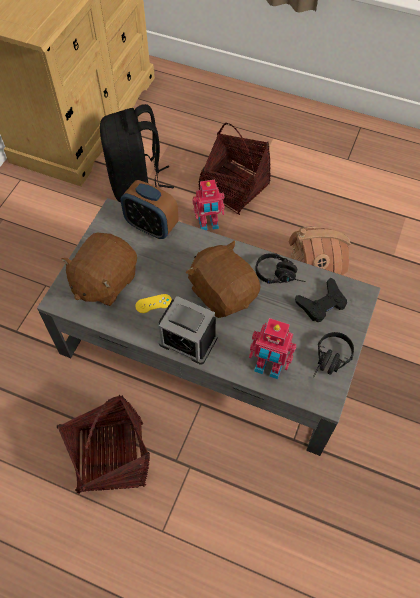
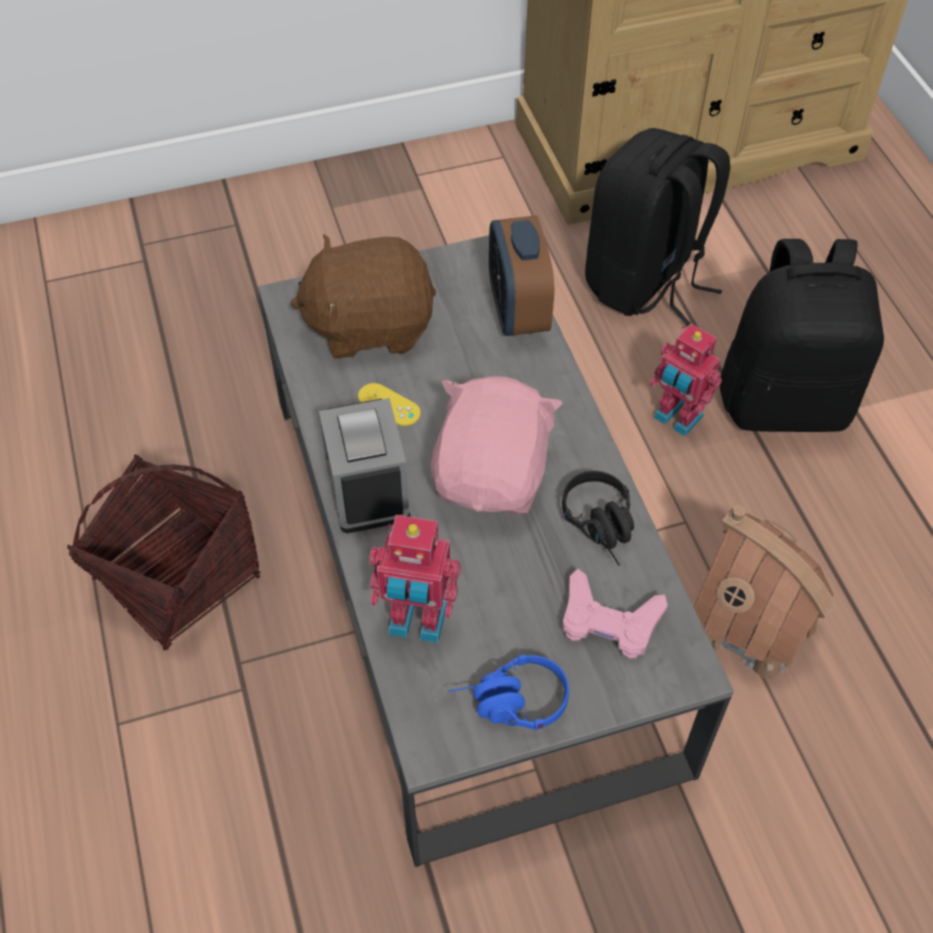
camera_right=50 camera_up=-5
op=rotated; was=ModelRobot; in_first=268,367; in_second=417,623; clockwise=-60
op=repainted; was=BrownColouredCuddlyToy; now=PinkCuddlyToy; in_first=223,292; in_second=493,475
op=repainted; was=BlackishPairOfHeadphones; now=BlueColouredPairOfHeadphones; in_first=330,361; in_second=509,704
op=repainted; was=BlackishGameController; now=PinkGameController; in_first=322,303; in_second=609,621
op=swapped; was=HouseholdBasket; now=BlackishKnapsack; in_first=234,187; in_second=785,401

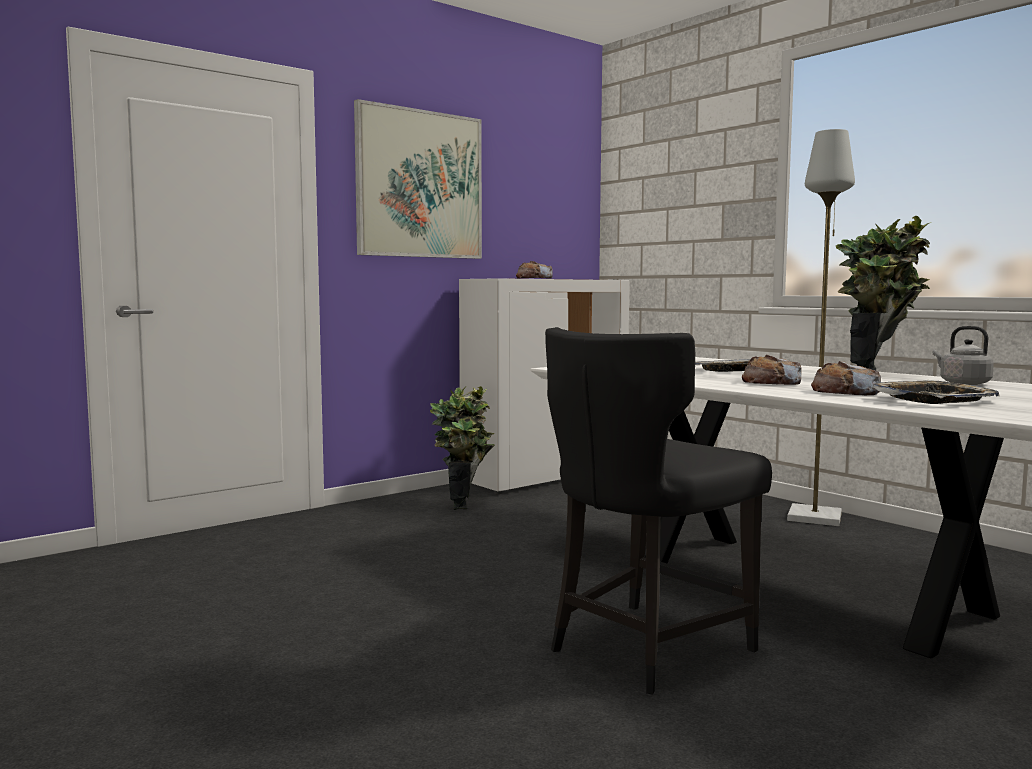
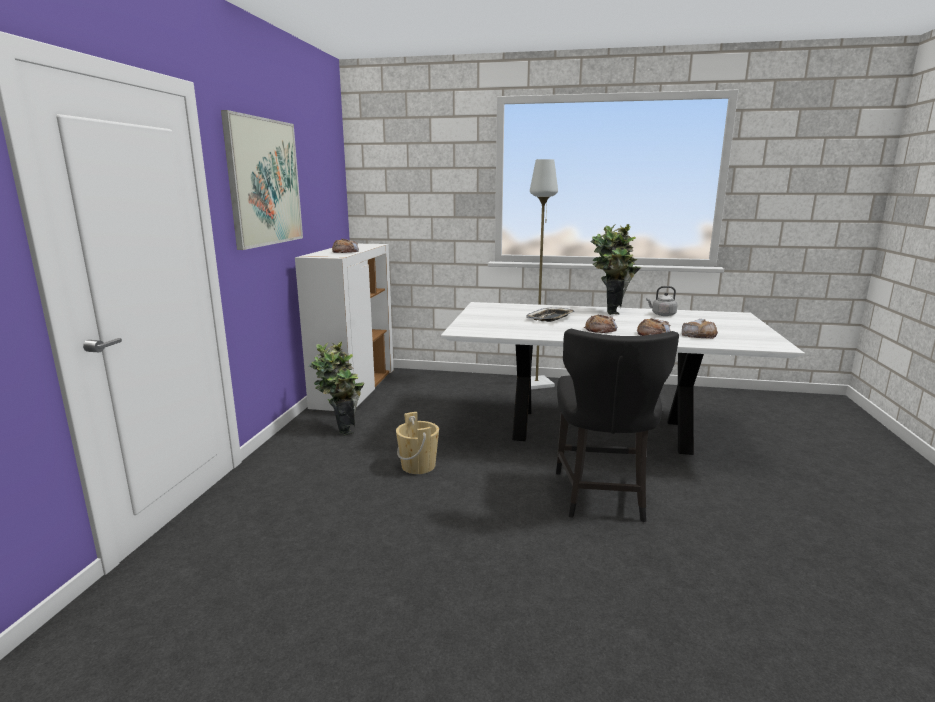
camera_right=-40 camera_up=10
op=new; now=SandColouredWaterBucket; in_second=418,466
op=swapped; was=Tray; now=Bread; in_first=933,400; in_second=698,335

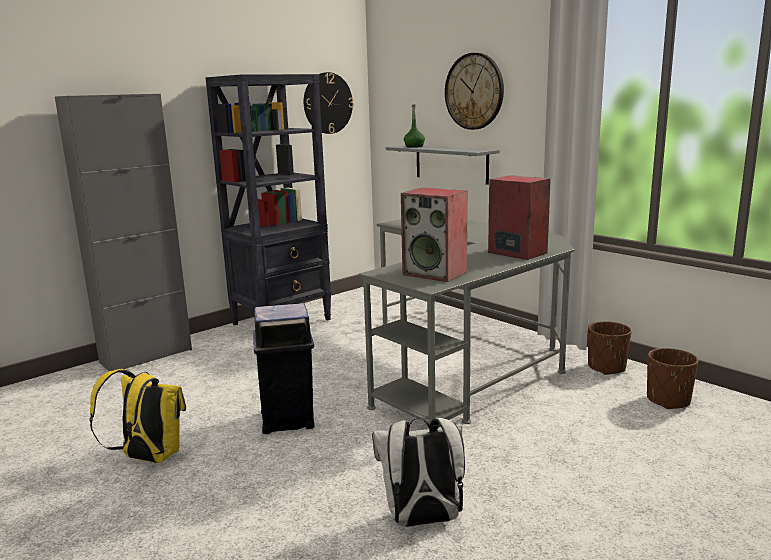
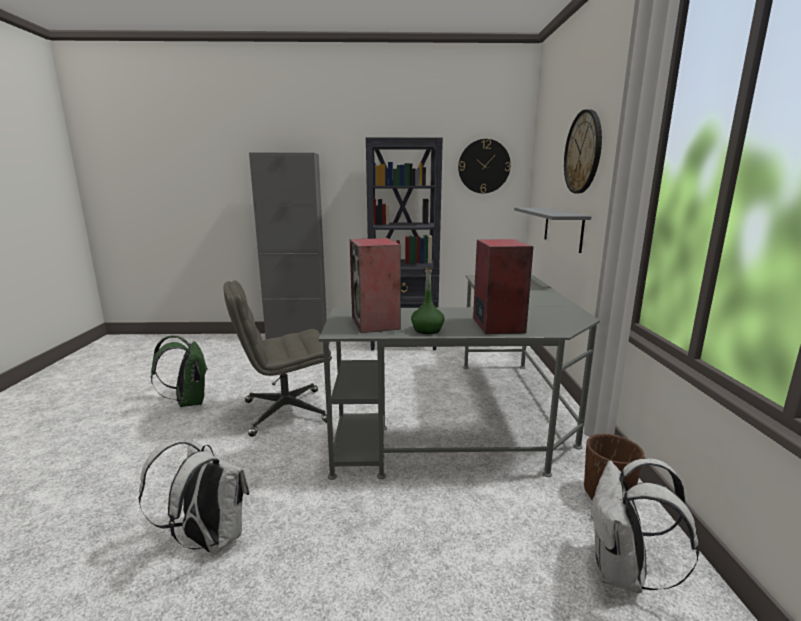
camera_right=40 camera_up=0
op=repainted; was=YellowColouredKnapsack; now=GreenKnapsack; in_first=148,458; in_second=188,402
op=swapped; was=BlueColouredTrashCan; now=GreyDeskChair; in_first=288,419; in_second=285,412
op=shifted; was=GreenBottle; in_first=414,146; in_second=427,330
op=swapped; was=BrownColouredPlantPot; now=WhiteKnapsack; in_first=668,400; in_second=622,573

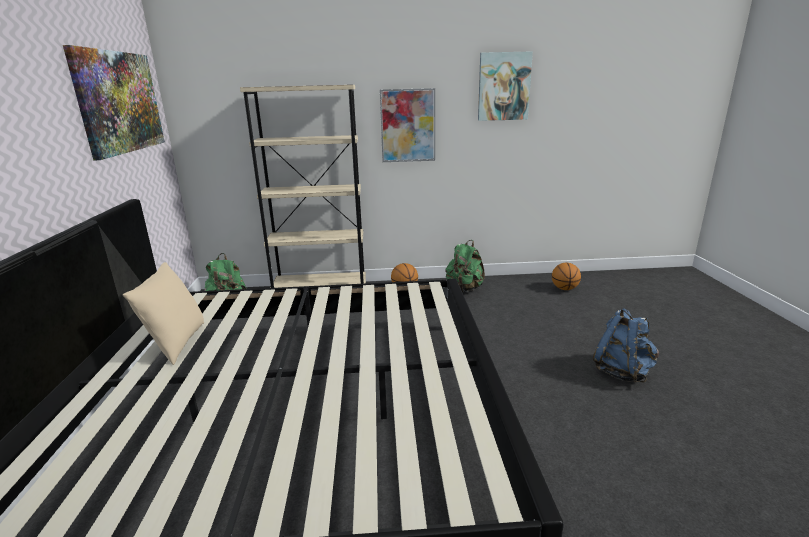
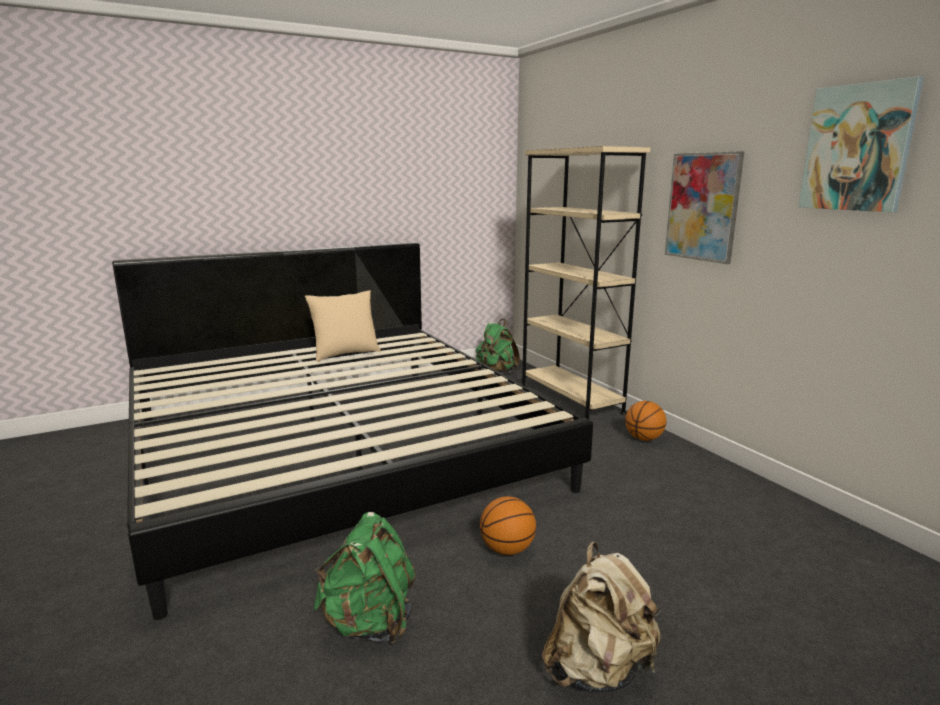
camera_right=65 camera_up=-5
op=shifted; was=GreenKnapsack; in_first=464,289; in_second=369,623
op=shifted; was=BallForBasketball; in_first=564,289; in_second=506,549
op=repainted; was=BlueColouredKnapsack; now=SandColouredKnapsack; in_first=622,372; in_second=598,670
op=gone; was=WallArt; in_first=119,102

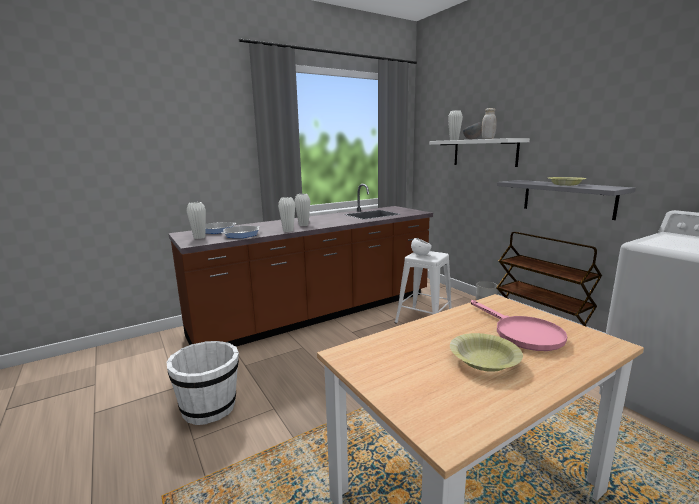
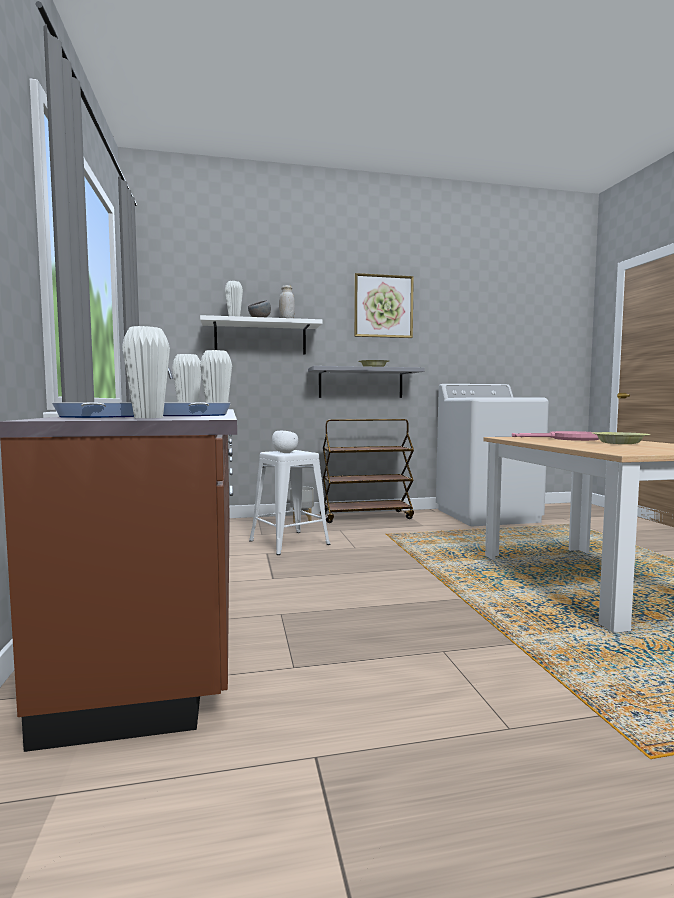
camera_right=-70 camera_up=-10
op=new; now=WallArt; in_second=383,306
op=gone; was=WhiteWaterBucket; in_first=210,407

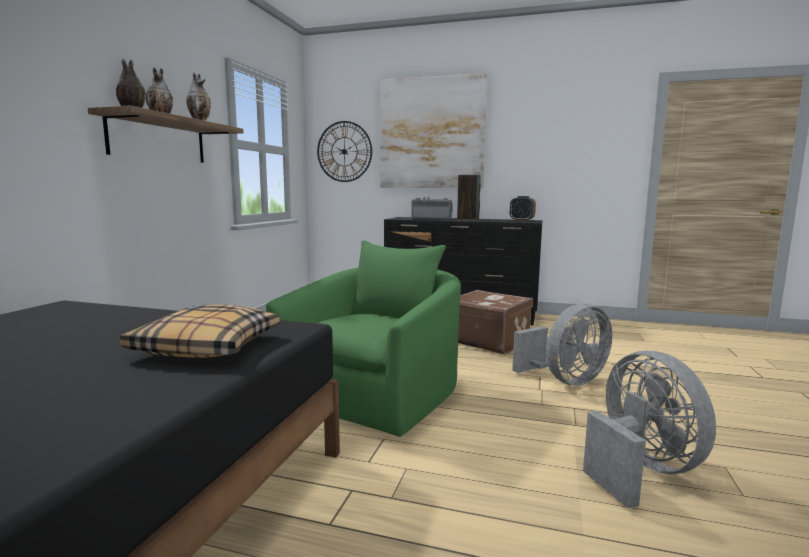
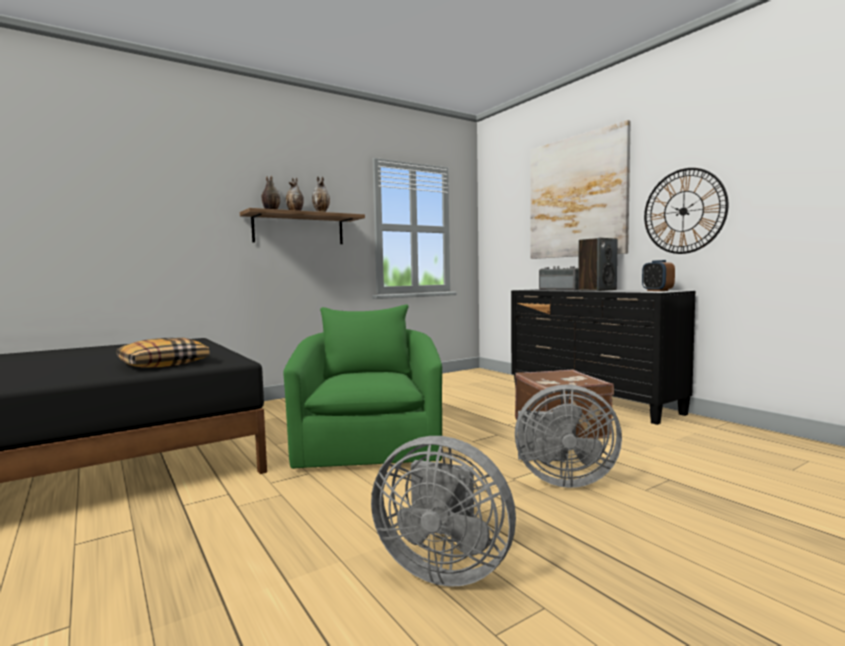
camera_right=40 camera_up=-5
op=rotated; was=GreenEasyChair; in_first=377,393; in_second=369,445; clockwise=-75
op=rotated; was=GreyFan; in_first=640,470; in_second=443,568; clockwise=90
op=shifted; was=WallClock; in_first=344,151; in_second=683,211

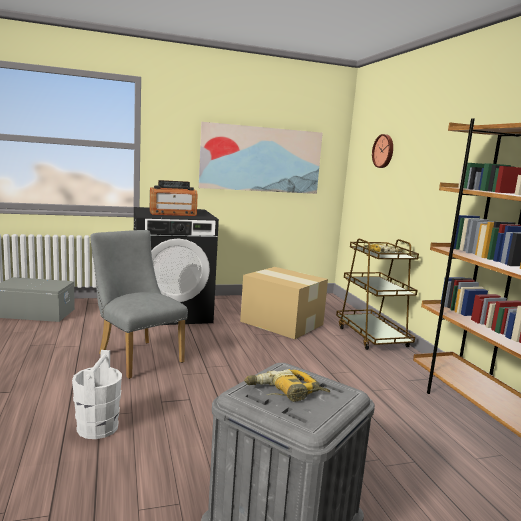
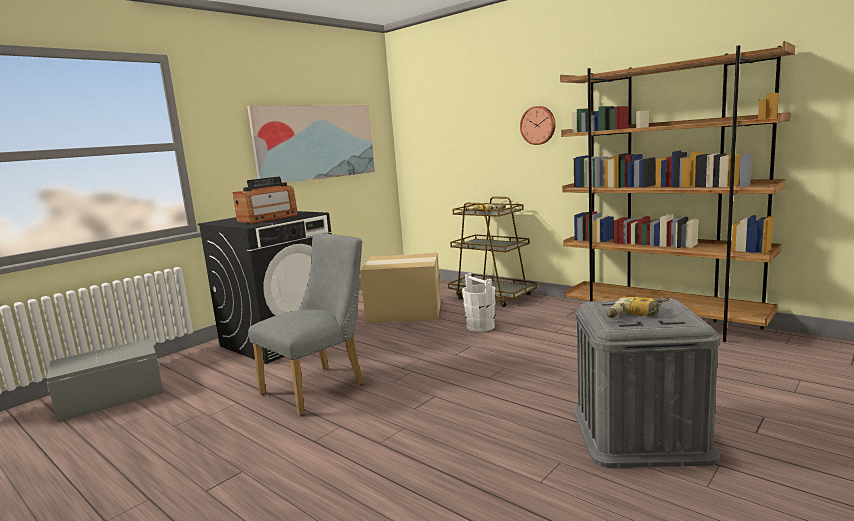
camera_right=-30 camera_up=0
op=rotated; was=GreyPlainChair; in_first=136,356; in_second=320,386; clockwise=120
op=shifted; was=WhiteWaterBucket; in_first=98,427; in_second=480,326
op=shifted; was=WallClock; in_first=384,151; in_second=538,125

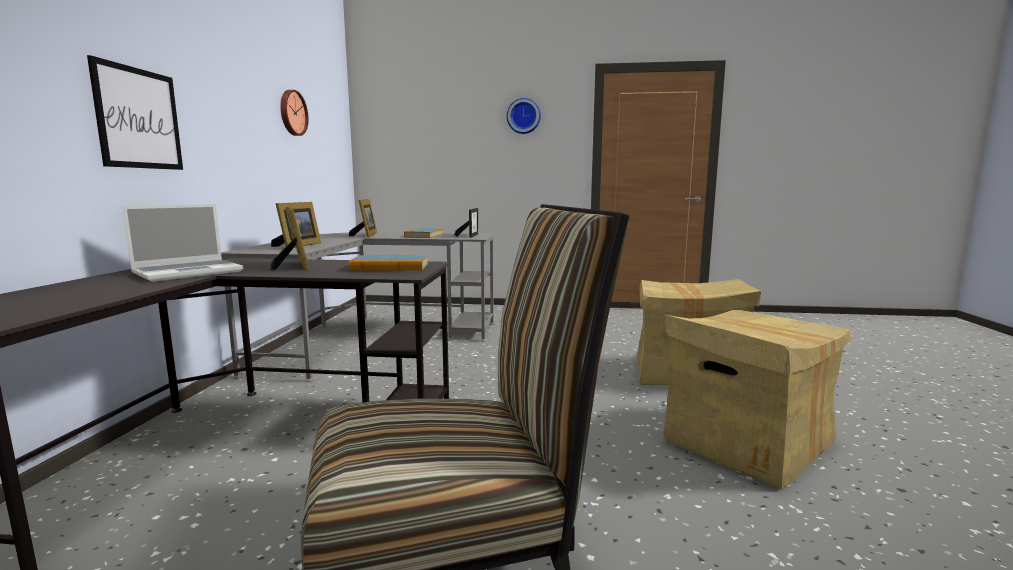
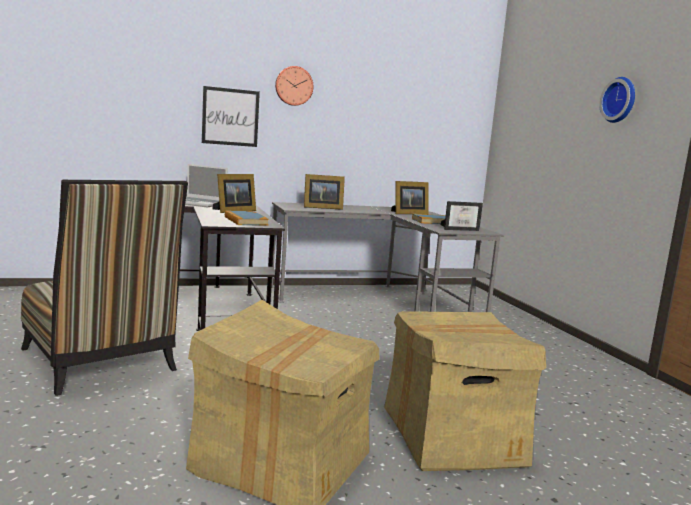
camera_right=65 camera_up=0
op=shifted; was=WallClock; in_first=292,113; in_second=294,86

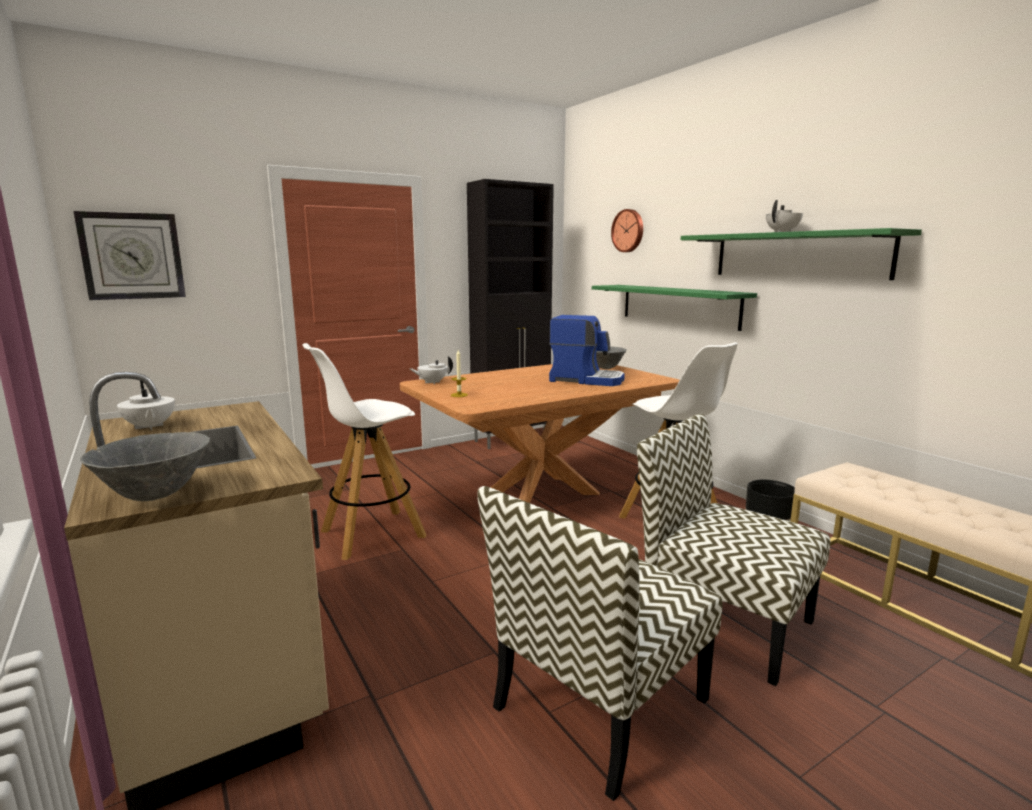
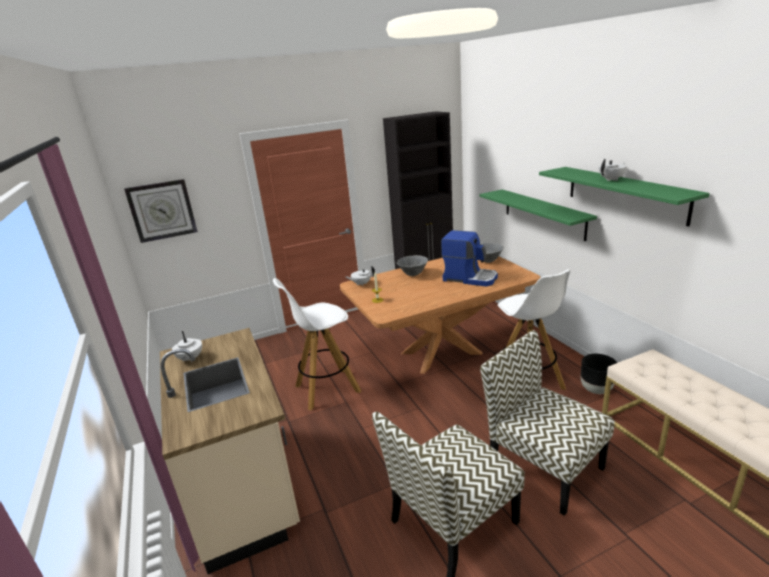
camera_right=10 camera_up=10
op=shifted; was=GreyServingBowl; in_first=155,496; in_second=413,274
op=gone; was=WallClock; in_first=628,231

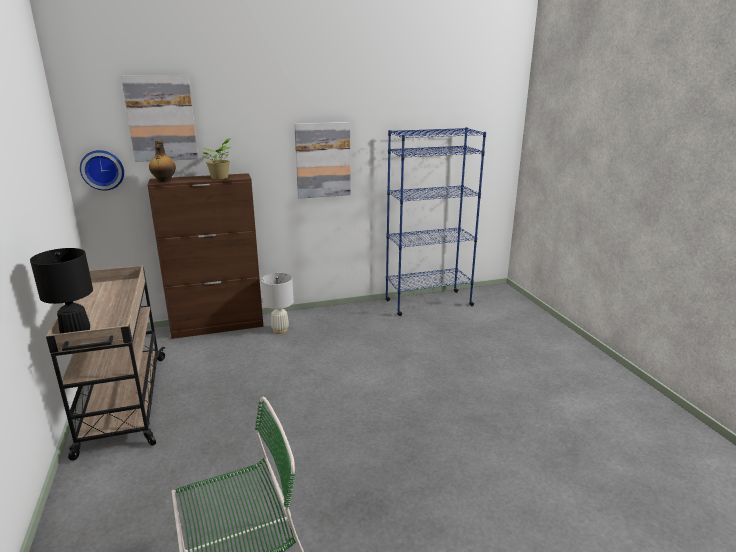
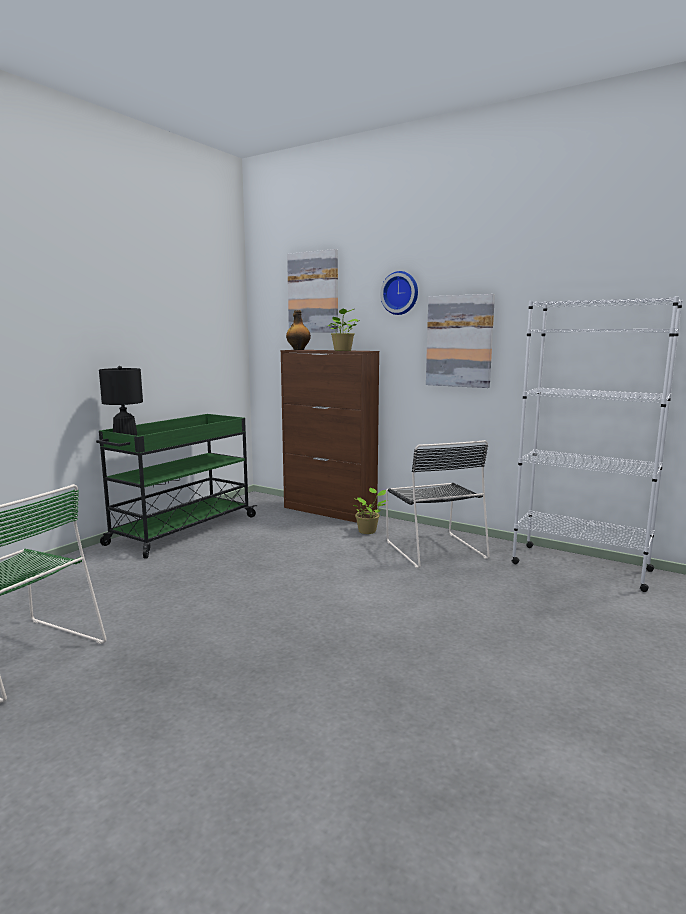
camera_right=50 camera_up=-10
op=repainted; was=SandColouredTrolley; now=GreenTrolley; in_first=124,403; in_second=182,530
op=swapped; was=WhiteLampForATable; now=Houseplant; in_first=280,330; in_second=368,531
op=shifted; was=WallClock; in_first=102,169; in_second=400,293
op=new; now=BlackishPlainChair; in_second=434,548
op=repainted; was=BlueColouredBookcase; now=WhiteBookcase; in_first=428,303; in_second=580,566

